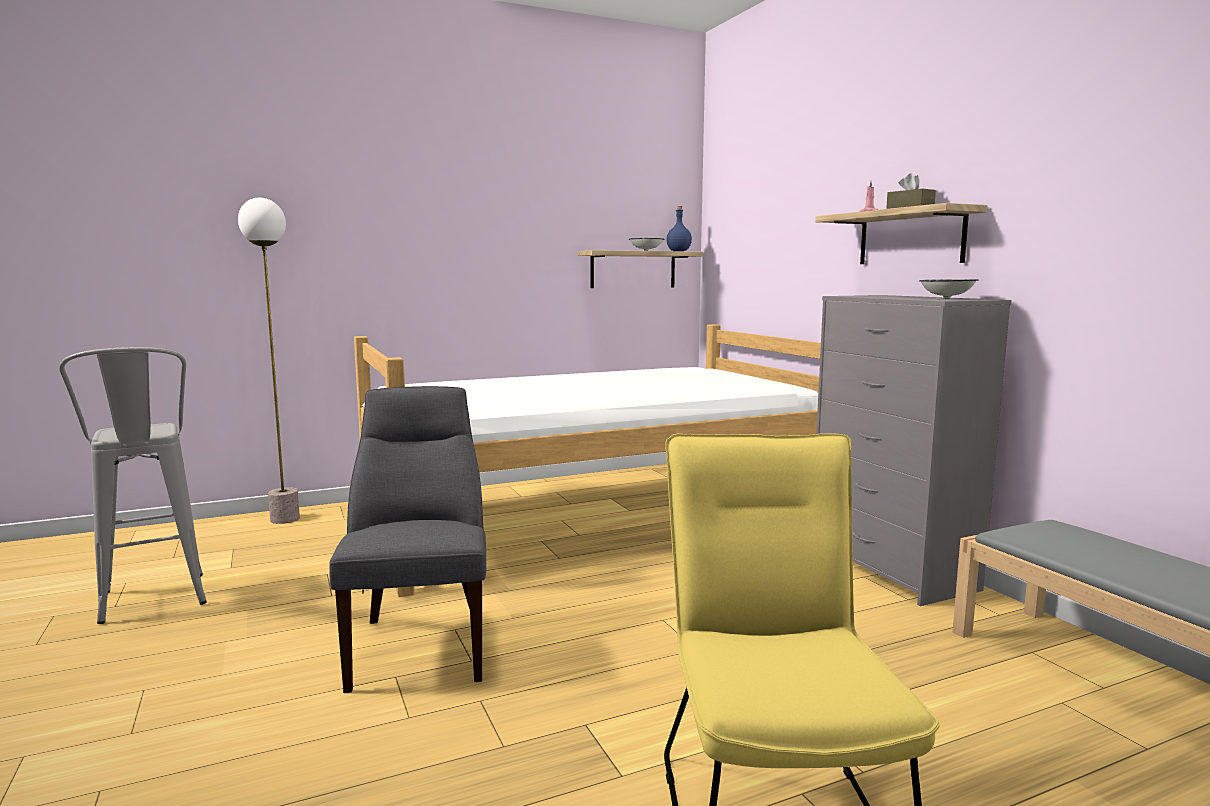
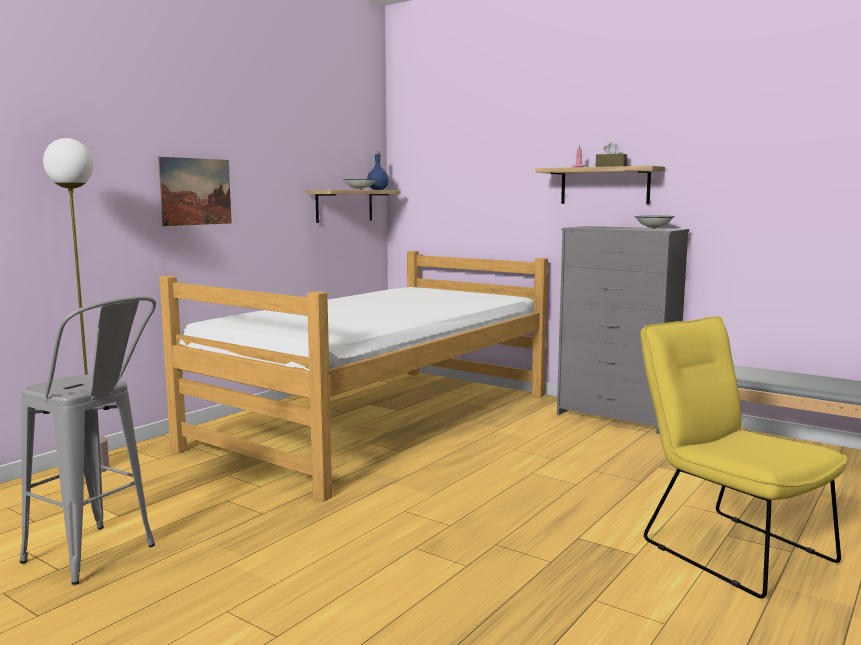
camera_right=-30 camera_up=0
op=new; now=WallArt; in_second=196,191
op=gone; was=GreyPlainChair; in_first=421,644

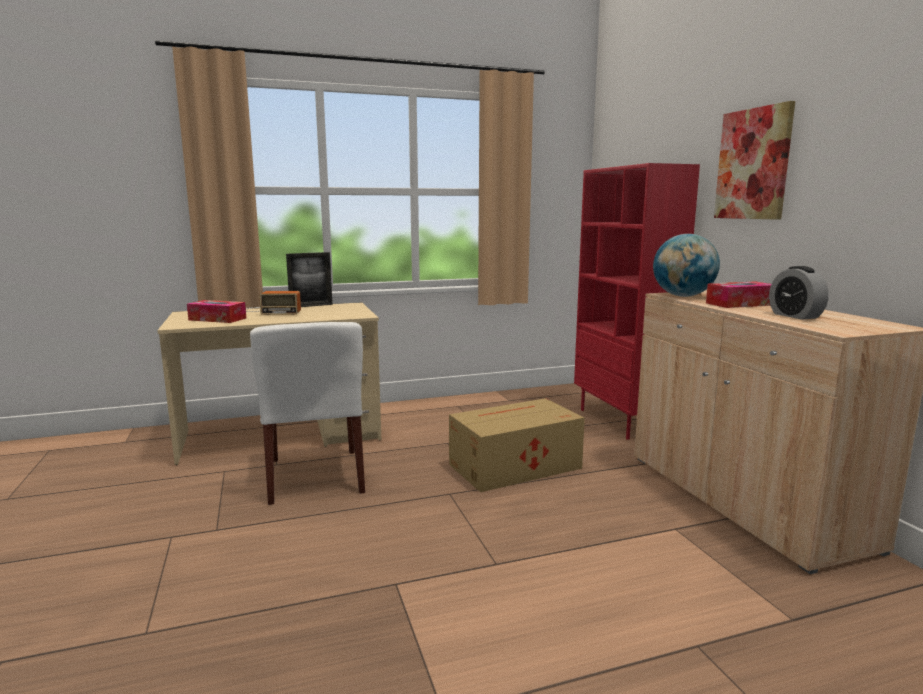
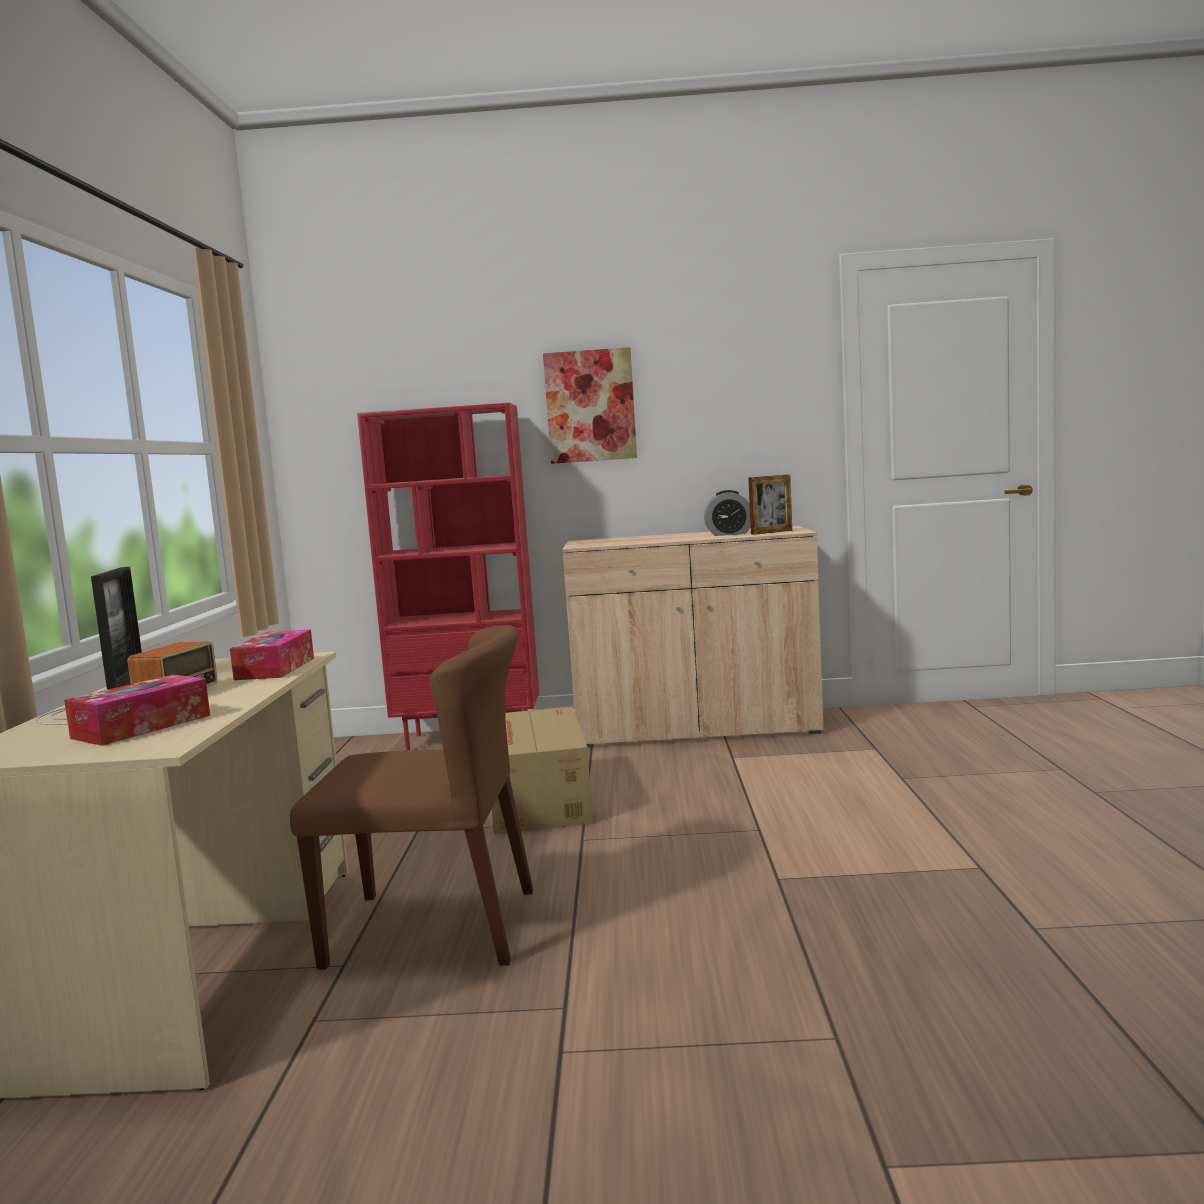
camera_right=-70 camera_up=-5
op=shifted; was=BoxOfTissues; in_first=740,304; in_second=275,668
op=repainted; was=WhitePlainChair; now=BrownColouredPlainChair; in_first=316,476; in_second=434,927
op=new; now=PhotoFrame; in_second=771,532
op=gone; was=Globe; in_first=682,296

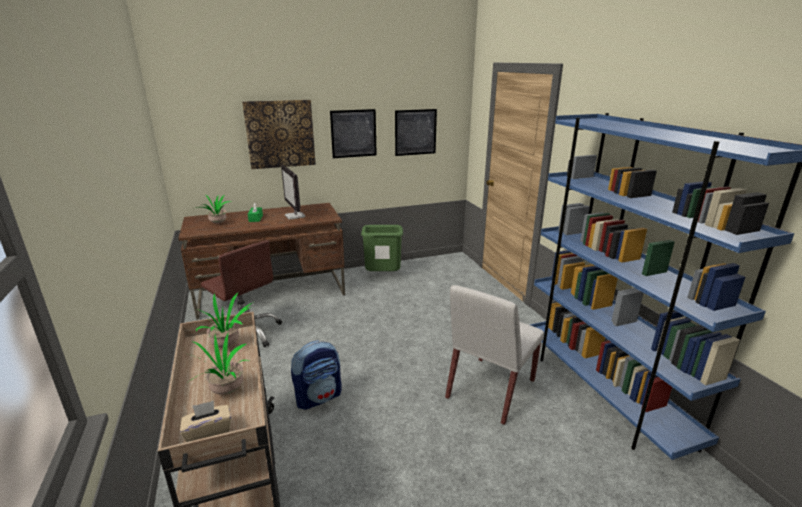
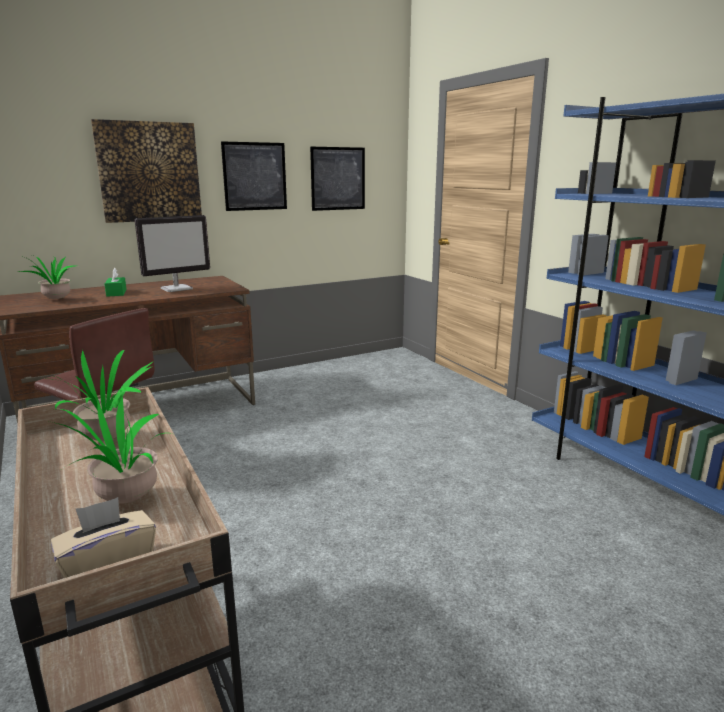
camera_right=-10 camera_up=-5
op=rotated; was=Monitor; in_first=295,216; in_second=177,289; clockwise=-90
op=gone; was=Knapsack; in_first=319,397
op=gone; was=GreenTrashCan; in_first=383,276
op=gone; was=WhitePlainChair; in_first=490,390

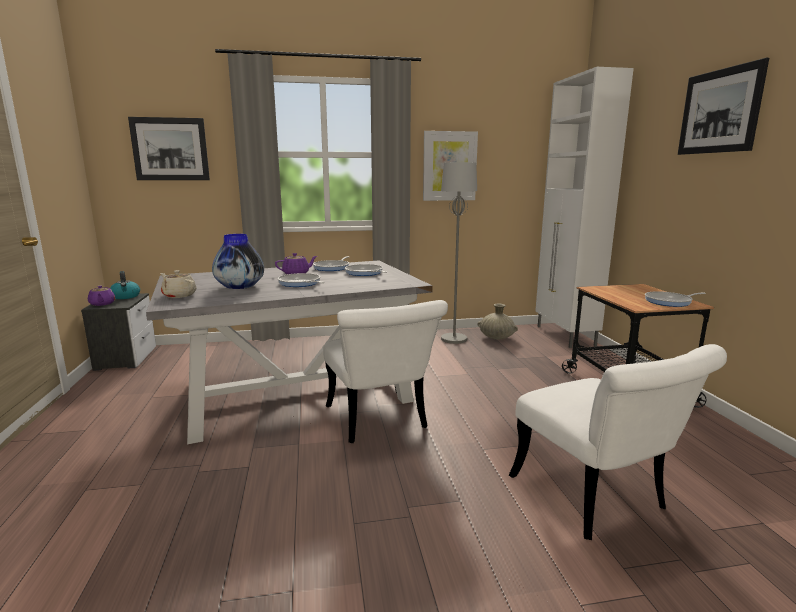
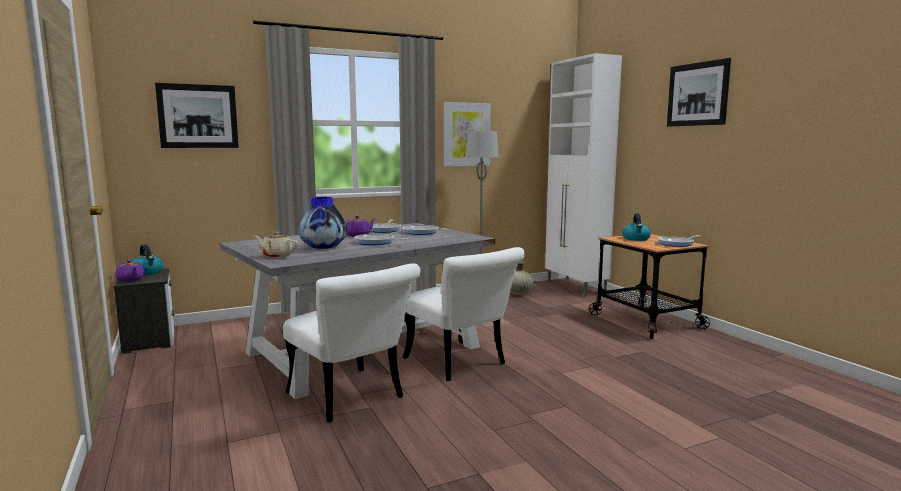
camera_right=-15 camera_up=-5
op=shifted; was=WhitePlainChair; in_first=598,500; in_second=352,398
op=new; now=TeaKettle; in_second=636,239

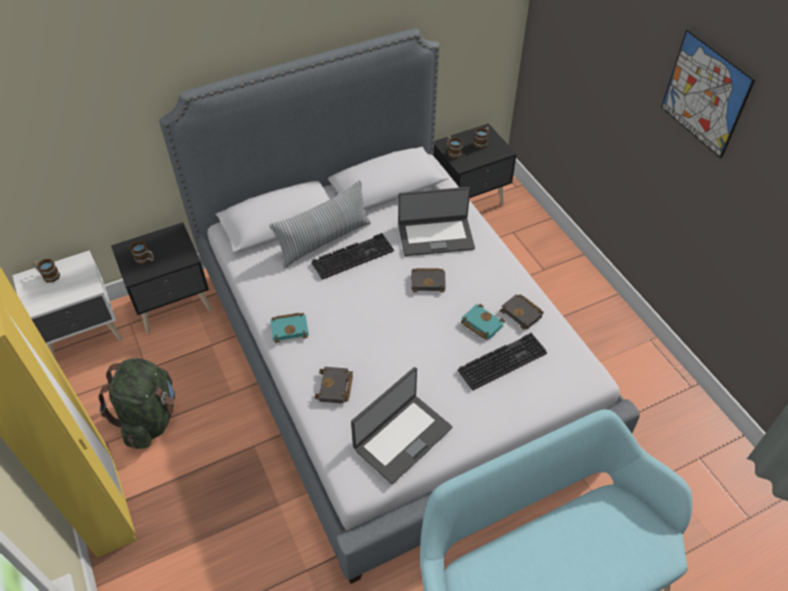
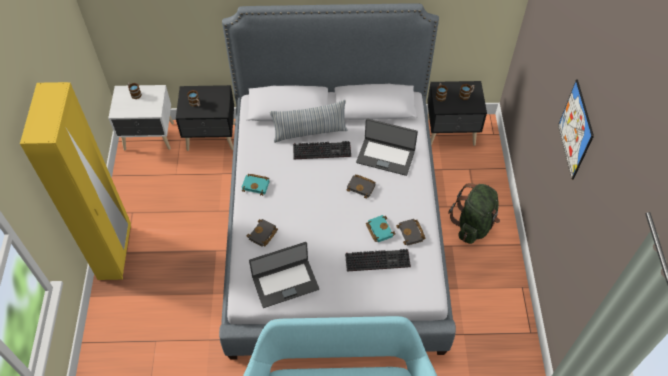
camera_right=25 camera_up=5
op=shifted; was=GreenKnapsack; in_first=150,418; in_second=473,225

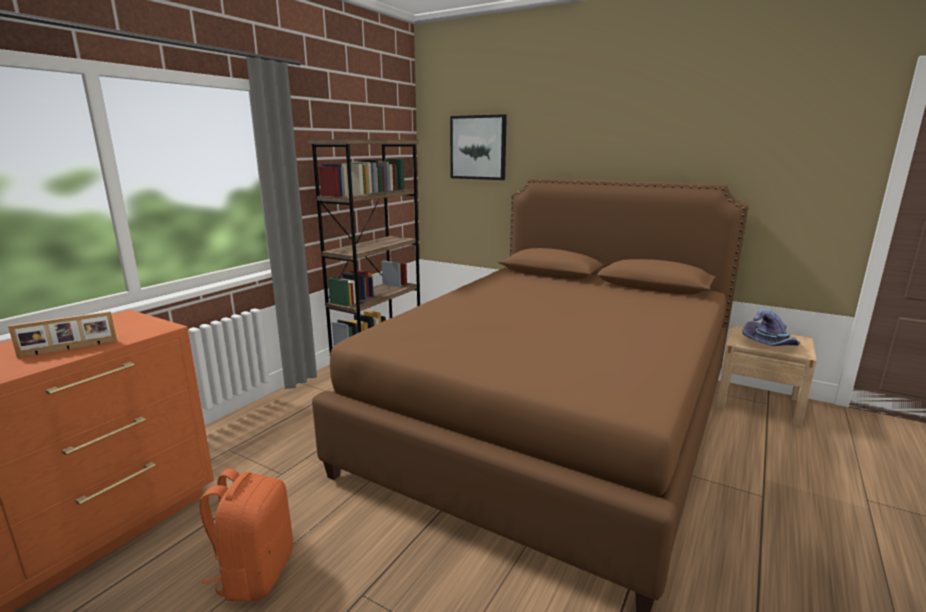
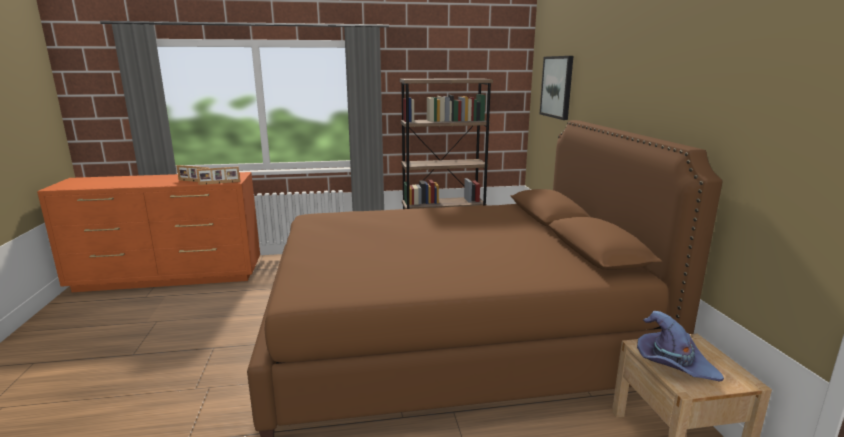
camera_right=50 camera_up=0
op=new; now=PhotoFrame; in_second=219,183
op=gone; was=OrangeKnapsack; in_first=255,573

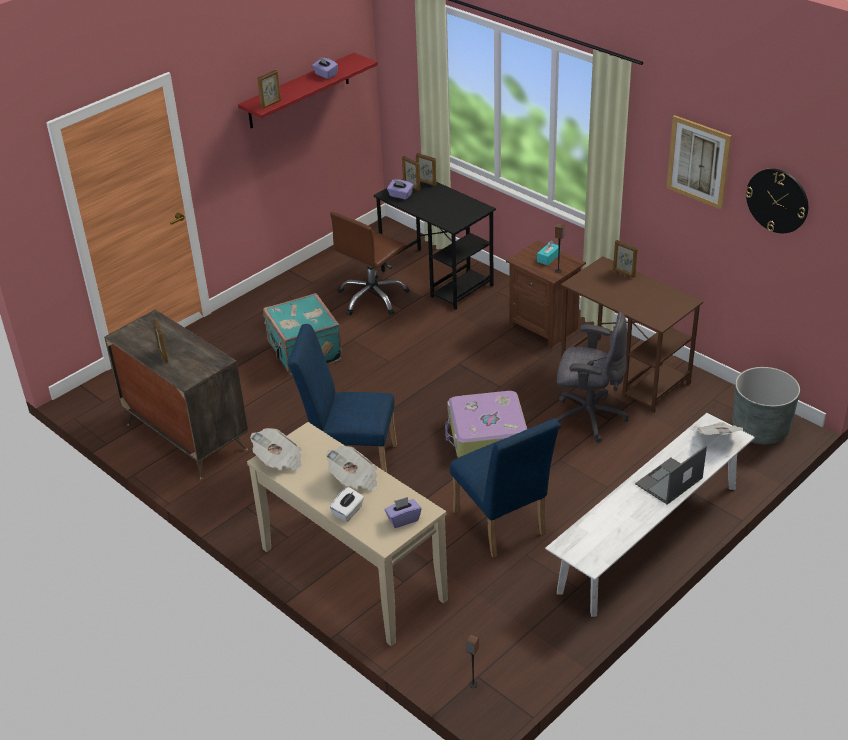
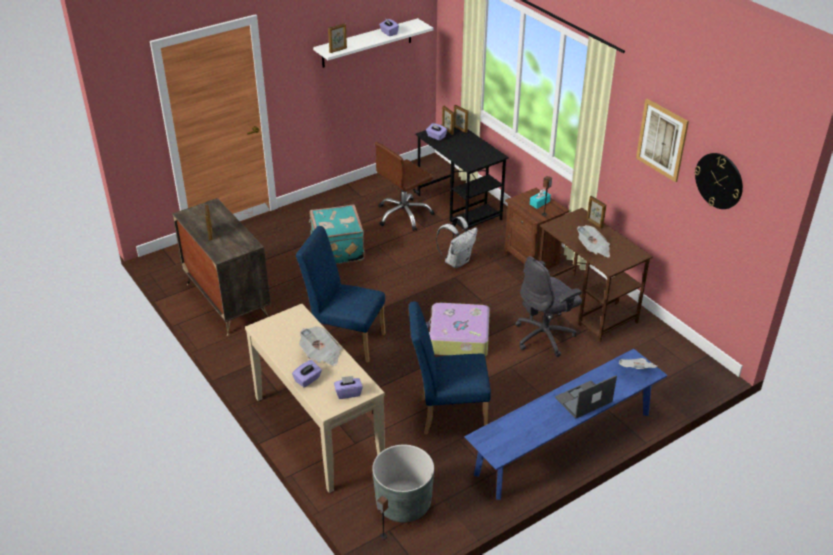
camera_right=10 camera_up=0
op=repainted; was=WhiteBoxOfTissues; now=PurpleColouredBoxOfTissues; in_first=348,512; in_second=307,380
op=repainted; was=ReddishWallShelf; now=WhiteWallShelf; in_first=299,91; in_second=367,43
op=shifted; was=GreyPlantPot; in_first=760,429; in_second=403,503
op=rotated; was=BlueColouredPlainChair; in_first=502,527; in_second=447,414; clockwise=105
op=new; now=WhiteKnapsack; in_second=457,261
op=repainted; was=WhiteBench; now=BlueColouredBench; in_first=649,538; in_second=564,443
op=rotated; was=GreyDeskChair; in_first=588,417; in_second=545,336; clockwise=120
op=shifted; was=DailyPaper; in_first=279,461; in_second=593,249

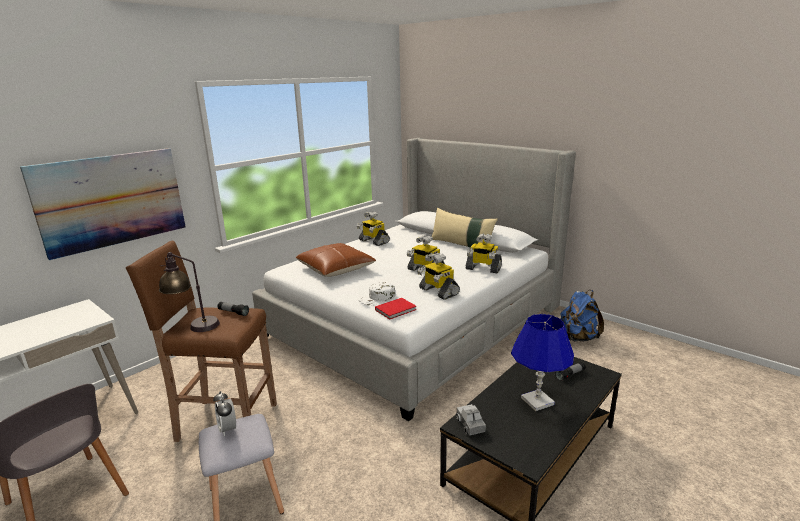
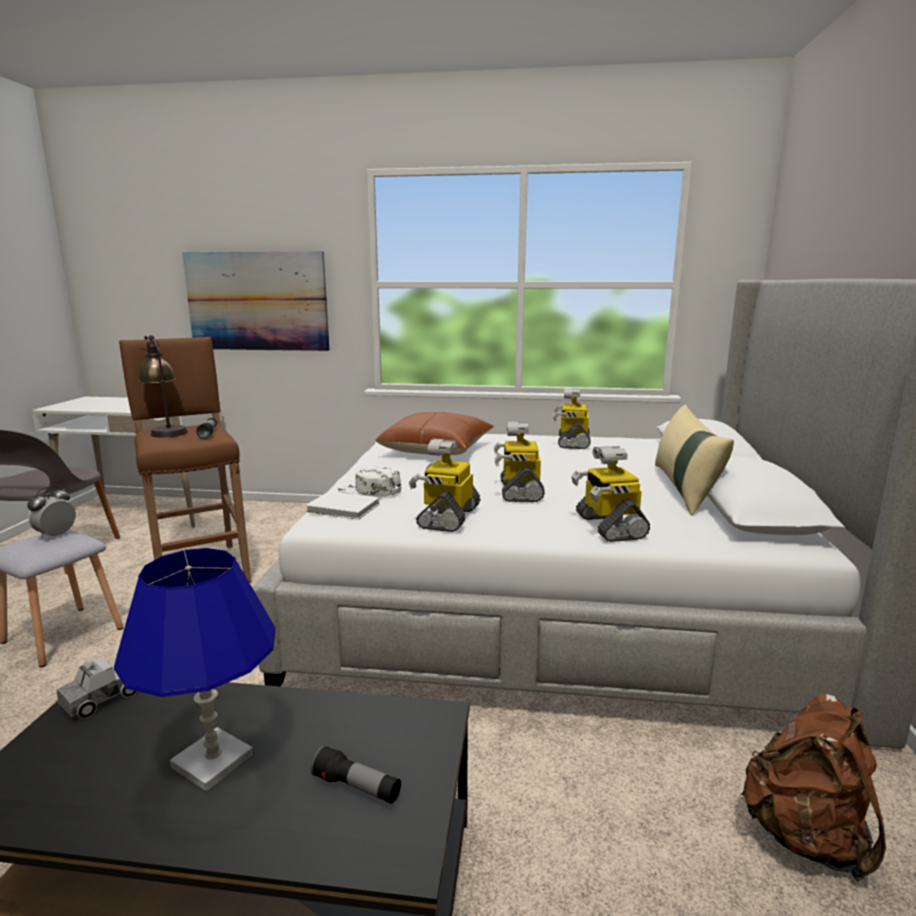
camera_right=55 camera_up=-5
op=repainted; was=ReddishBoundBook; now=WhiteBoundBook; in_first=397,310; in_second=344,509
op=repainted; was=BlueColouredKnapsack; now=BrownColouredKnapsack; in_first=578,338; in_second=806,836

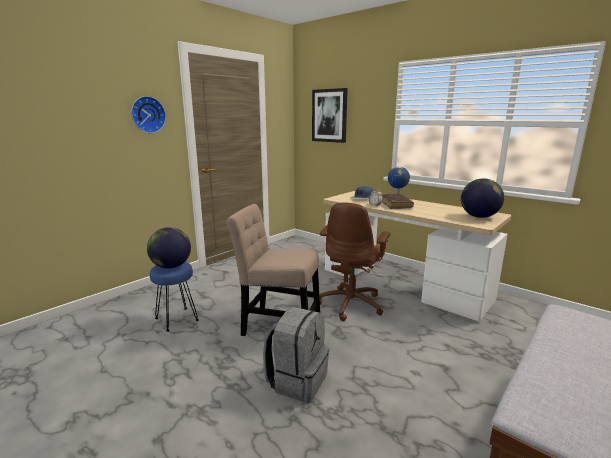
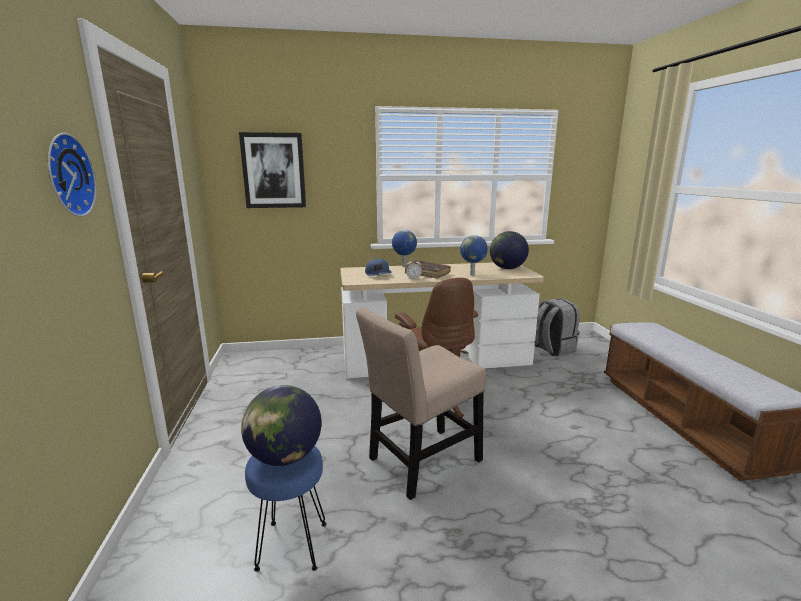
camera_right=-50 camera_up=0
op=new; now=Globe; in_second=472,274
op=shifted; was=GreyKnapsack; in_first=297,380; in_second=552,349

